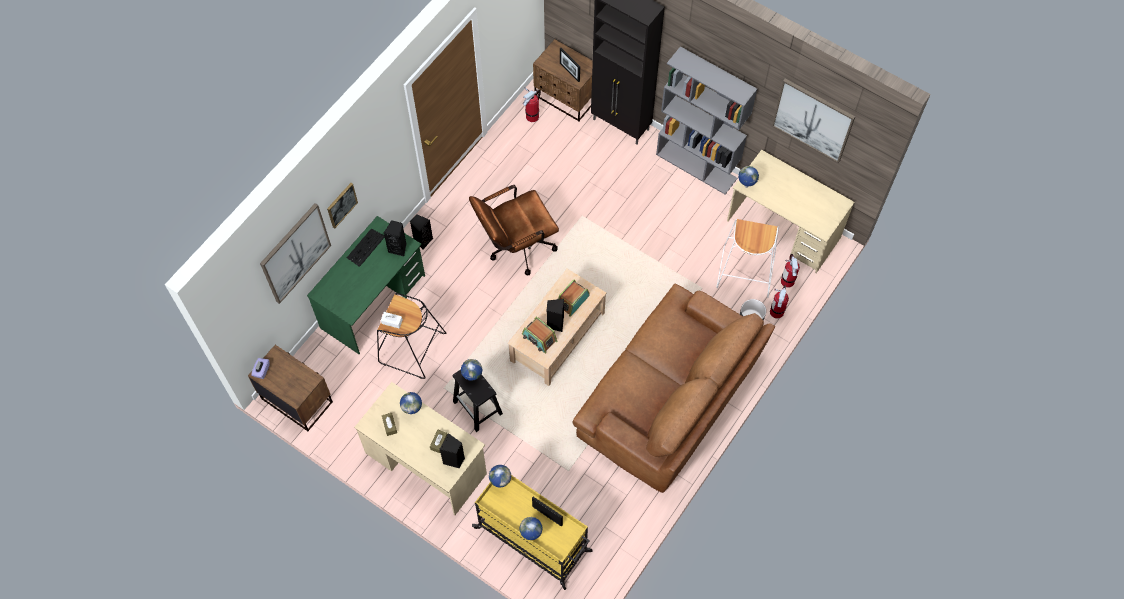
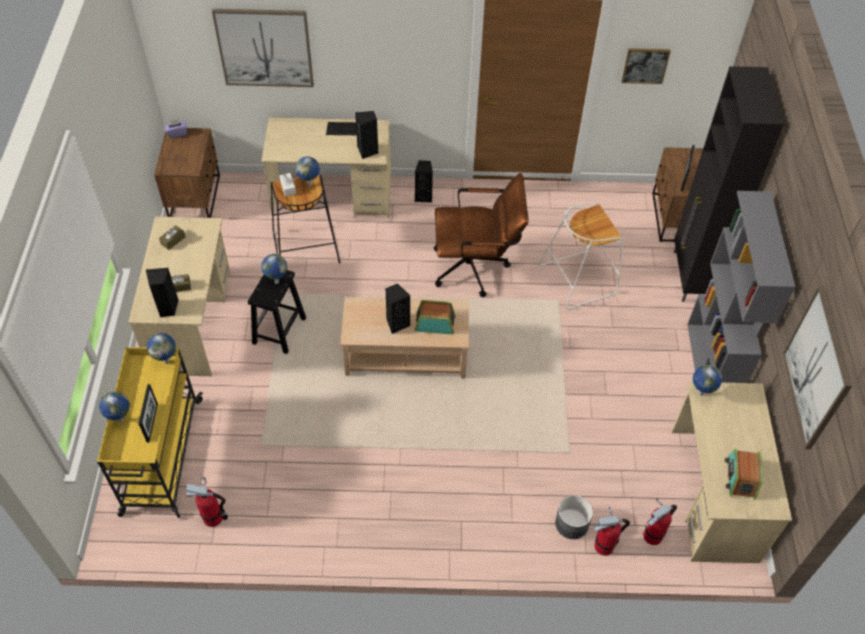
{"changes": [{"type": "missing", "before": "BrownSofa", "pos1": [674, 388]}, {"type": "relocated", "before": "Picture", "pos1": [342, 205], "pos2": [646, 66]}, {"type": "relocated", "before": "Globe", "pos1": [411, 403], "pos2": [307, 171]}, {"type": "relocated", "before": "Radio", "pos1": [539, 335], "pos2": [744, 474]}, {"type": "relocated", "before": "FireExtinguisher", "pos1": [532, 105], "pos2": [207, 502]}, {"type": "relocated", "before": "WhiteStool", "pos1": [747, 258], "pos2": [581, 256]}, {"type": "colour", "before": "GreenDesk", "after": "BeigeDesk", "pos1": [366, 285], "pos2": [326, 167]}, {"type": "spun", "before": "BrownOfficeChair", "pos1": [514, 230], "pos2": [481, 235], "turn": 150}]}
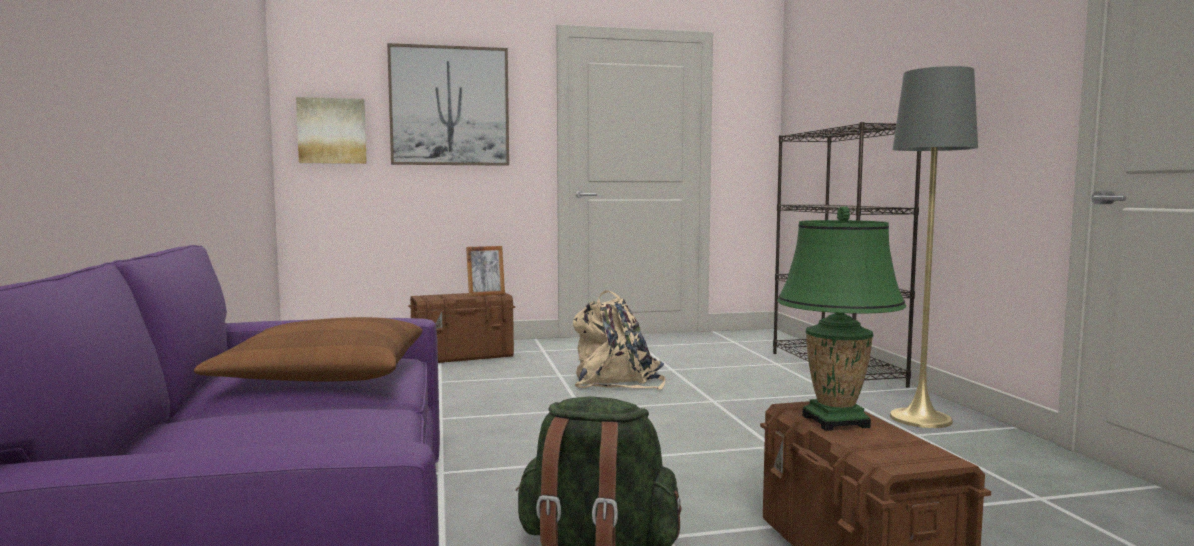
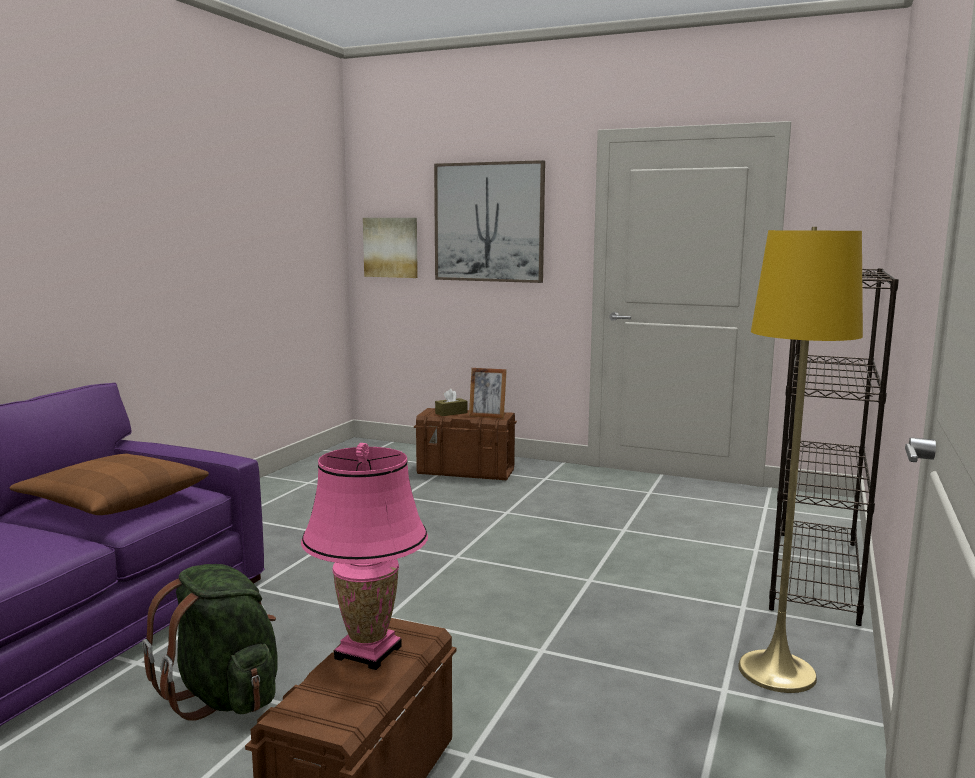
{"changes": [{"type": "missing", "before": "BeigeBackpack", "pos1": [619, 340]}, {"type": "appeared", "after": "BrownTissueBox", "pos2": [451, 402]}, {"type": "colour", "before": "GreenTableLamp", "after": "PinkTableLamp", "pos1": [841, 318], "pos2": [364, 556]}, {"type": "colour", "before": "GreyFloorLamp", "after": "YellowFloorLamp", "pos1": [934, 247], "pos2": [800, 460]}]}
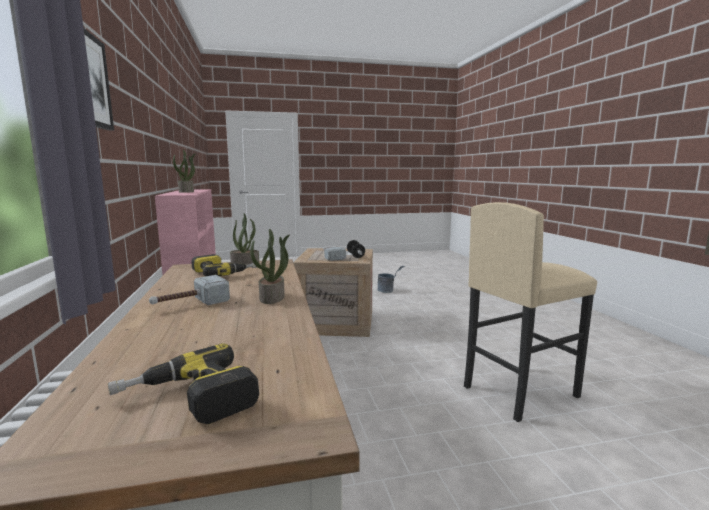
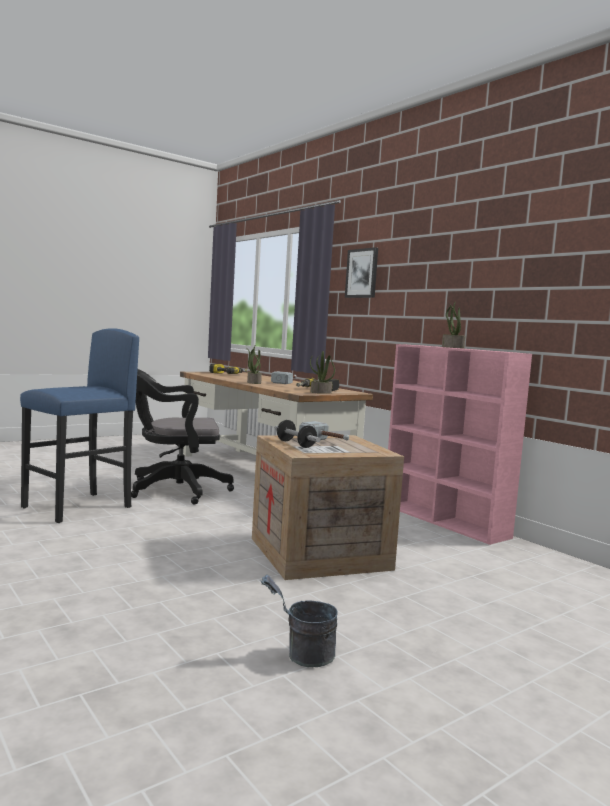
{"changes": [{"type": "appeared", "after": "BlackOfficeChair", "pos2": [182, 437]}, {"type": "colour", "before": "BeigeStool", "after": "BlueStool", "pos1": [530, 312], "pos2": [79, 425]}]}
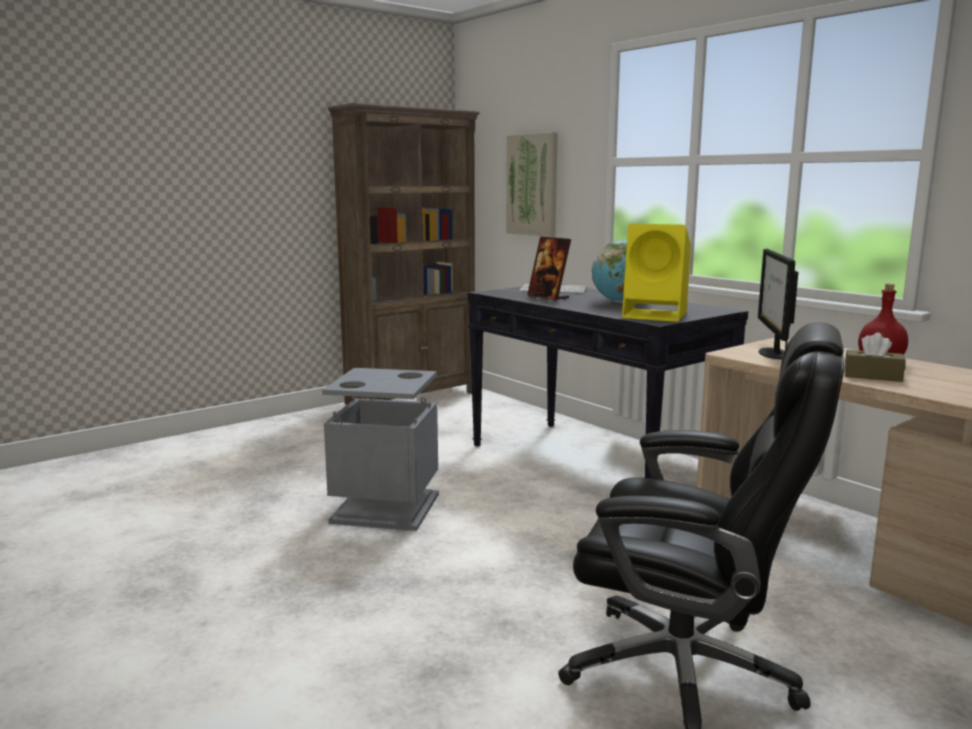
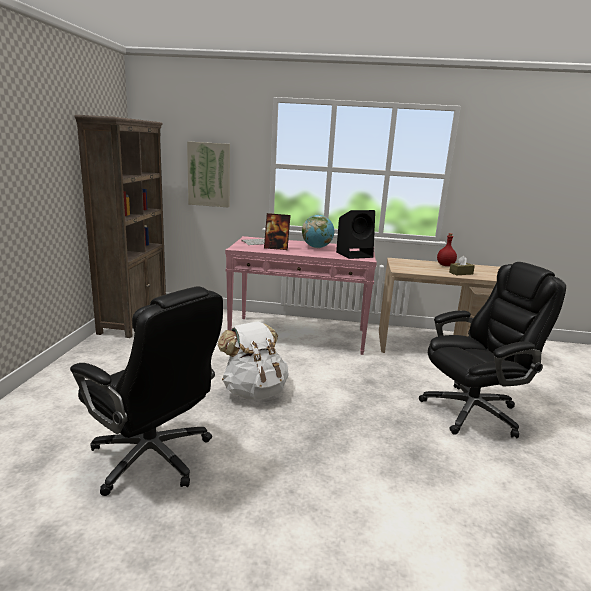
{"changes": [{"type": "missing", "before": "Monitor", "pos1": [778, 304]}, {"type": "appeared", "after": "BlackOfficeChair", "pos2": [146, 391]}, {"type": "exchanged", "before": "GreyTrashCan", "after": "WhiteBackpack", "pos1": [380, 449], "pos2": [253, 360]}, {"type": "colour", "before": "BlackConsoleTable", "after": "PinkConsoleTable", "pos1": [608, 381], "pos2": [301, 295]}, {"type": "colour", "before": "YellowSpeaker", "after": "BlackSpeaker", "pos1": [656, 273], "pos2": [355, 234]}]}
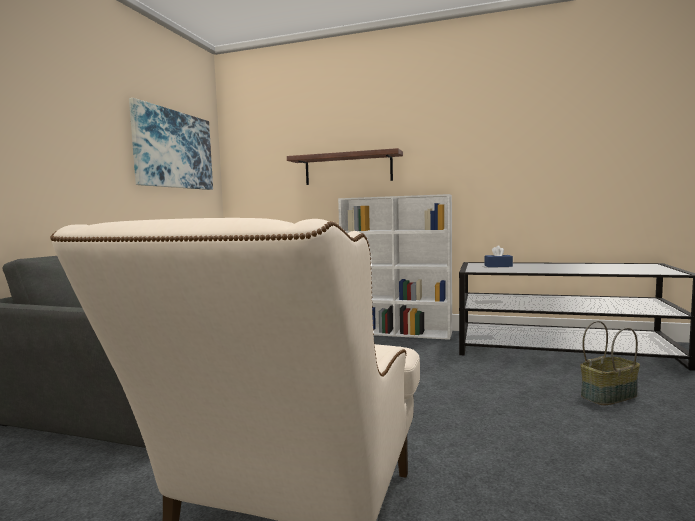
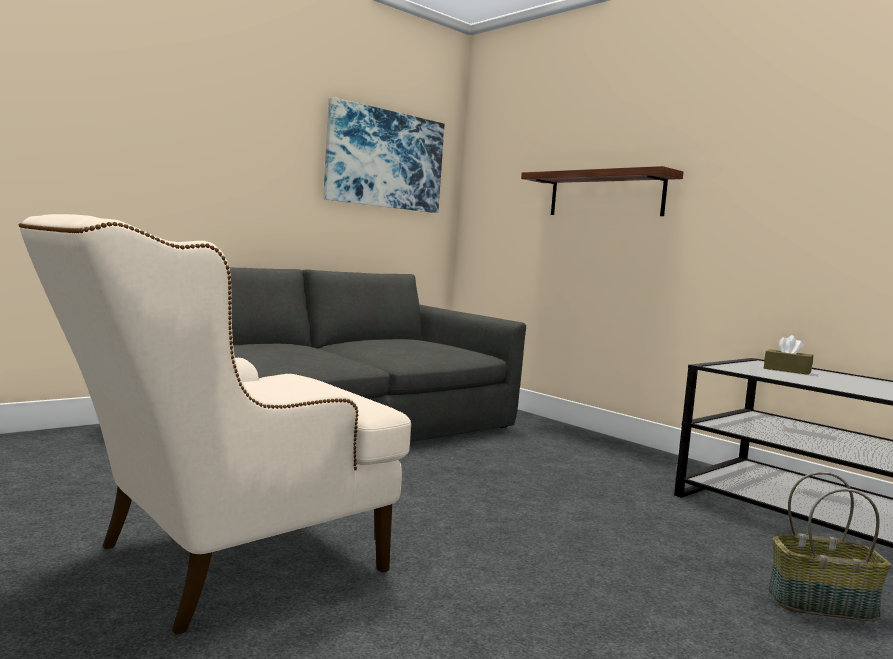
{"changes": [{"type": "missing", "before": "WhiteBookcase", "pos1": [395, 267]}, {"type": "colour", "before": "BlueTissueBox", "after": "BrownTissueBox", "pos1": [499, 256], "pos2": [788, 355]}]}
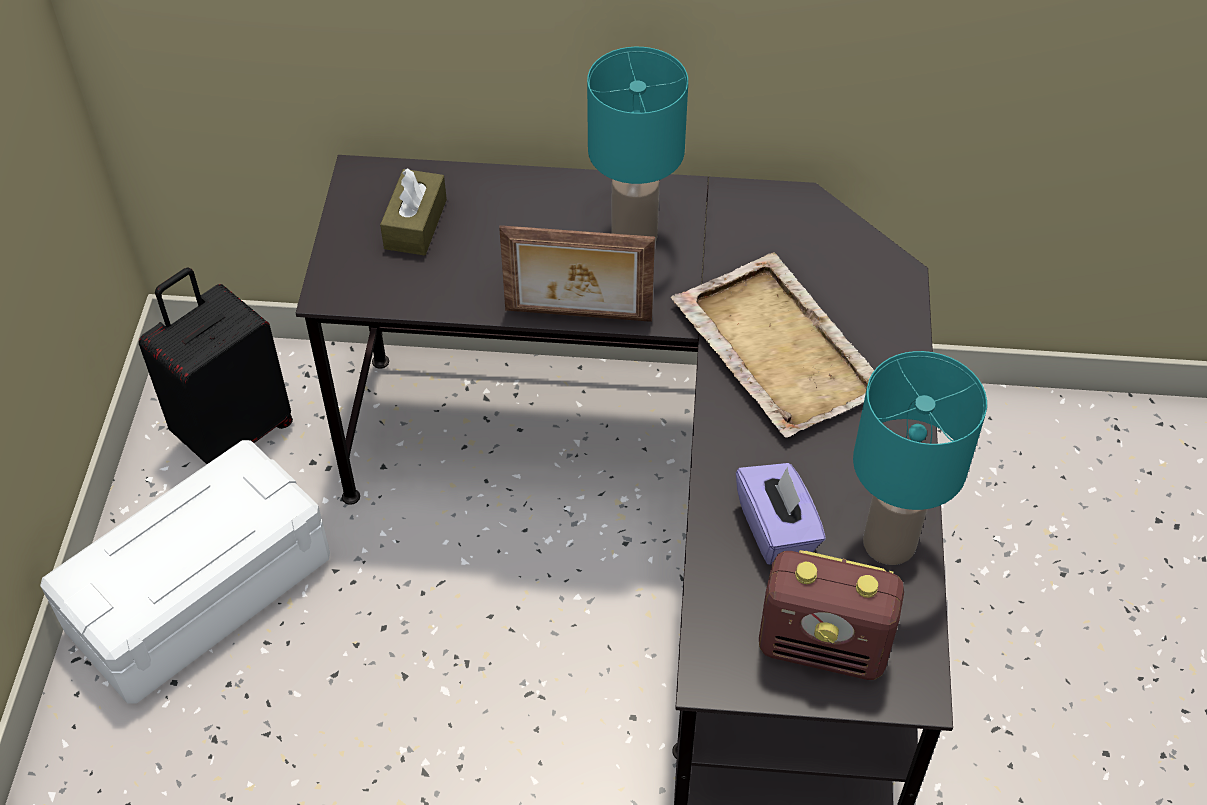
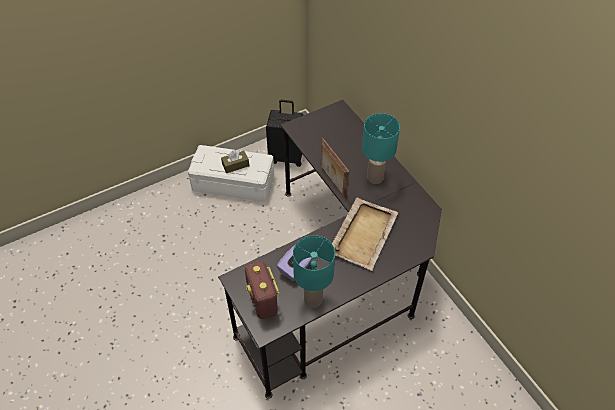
{"changes": [{"type": "relocated", "before": "BrownTissueBox", "pos1": [413, 211], "pos2": [235, 161]}]}
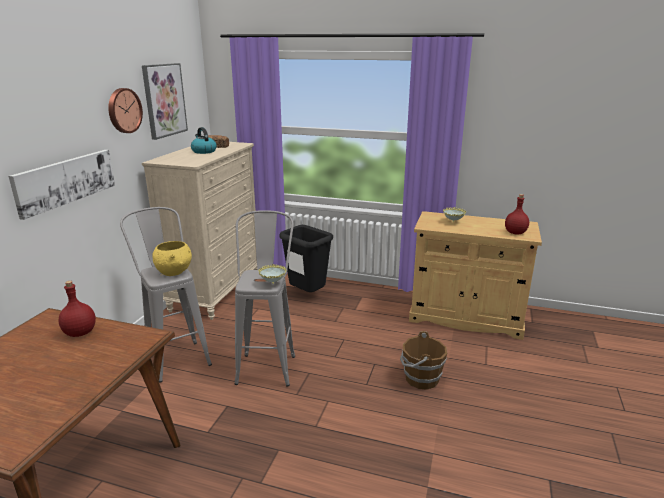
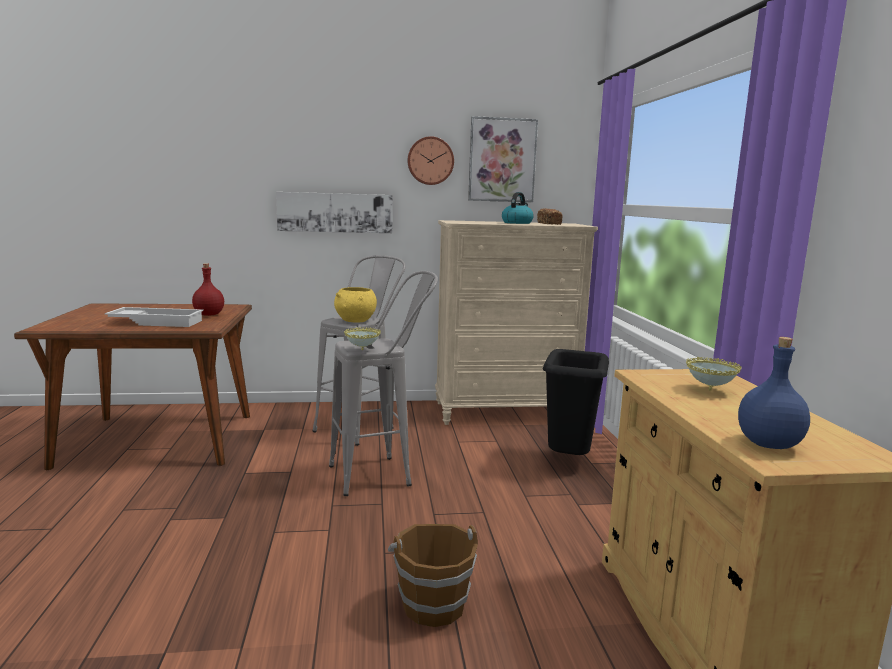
{"changes": [{"type": "appeared", "after": "WhiteTray", "pos2": [154, 317]}, {"type": "colour", "before": "RedBottle", "after": "BlueBottle", "pos1": [517, 214], "pos2": [774, 393]}]}
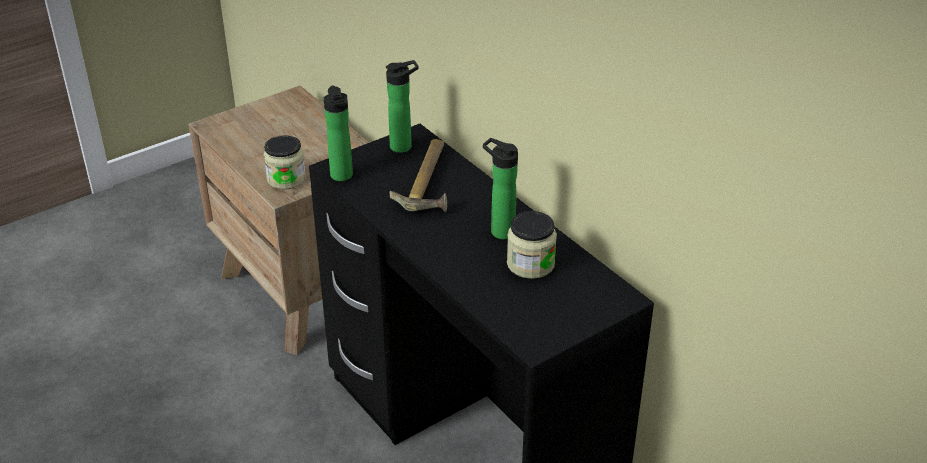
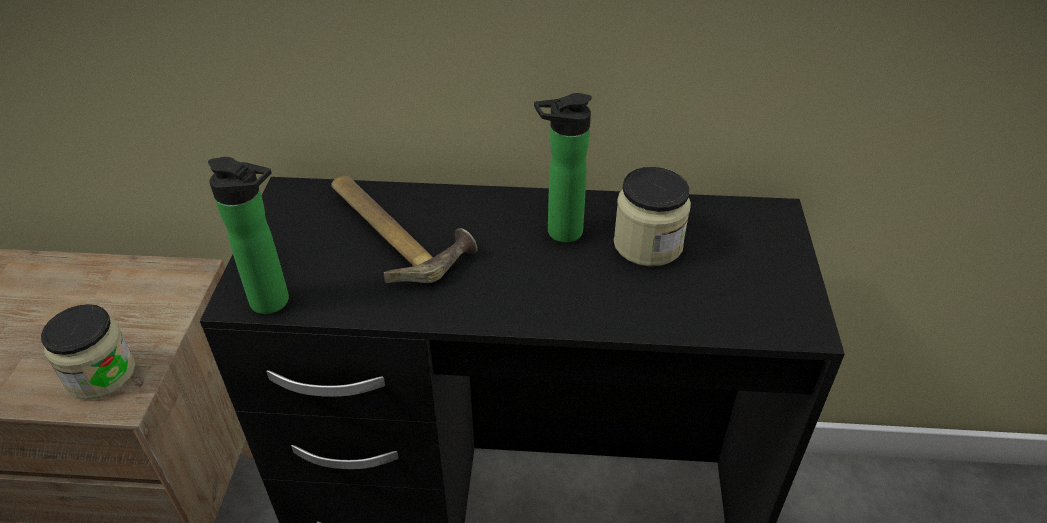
{"changes": [{"type": "missing", "before": "Bottle", "pos1": [402, 106]}]}
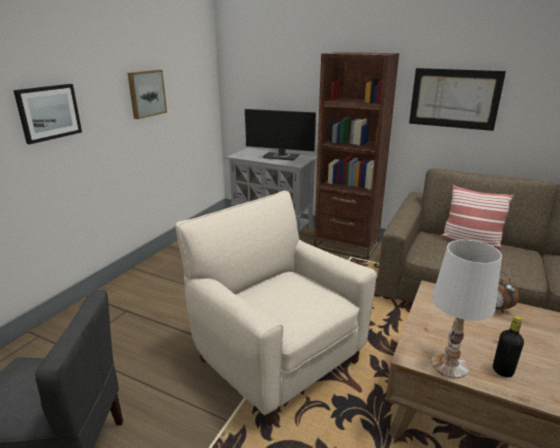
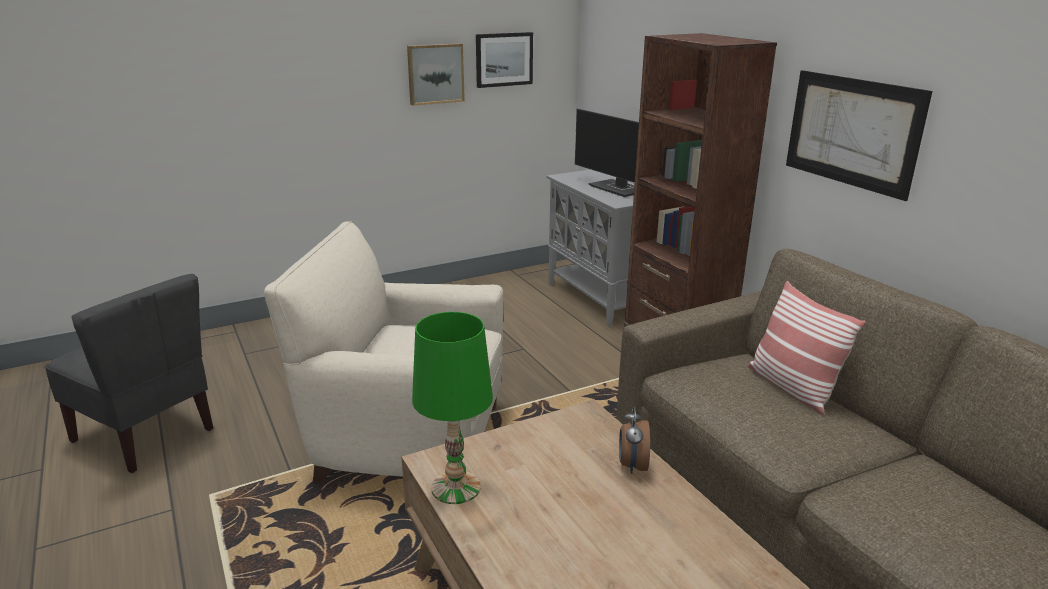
{"changes": [{"type": "missing", "before": "BlackBottle", "pos1": [508, 346]}, {"type": "relocated", "before": "Picture", "pos1": [47, 114], "pos2": [504, 60]}, {"type": "colour", "before": "WhiteTableLamp", "after": "GreenTableLamp", "pos1": [466, 309], "pos2": [452, 408]}, {"type": "spun", "before": "BeigeArmchair", "pos1": [276, 308], "pos2": [383, 352], "turn": -75}]}
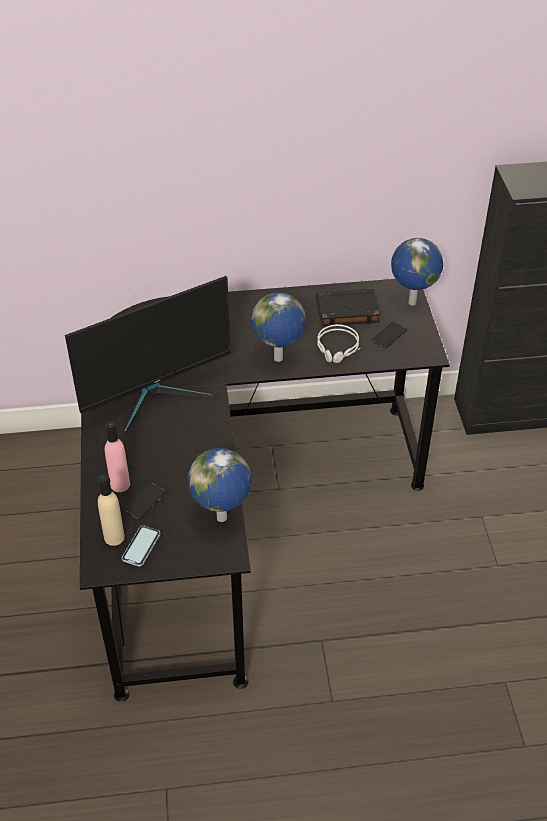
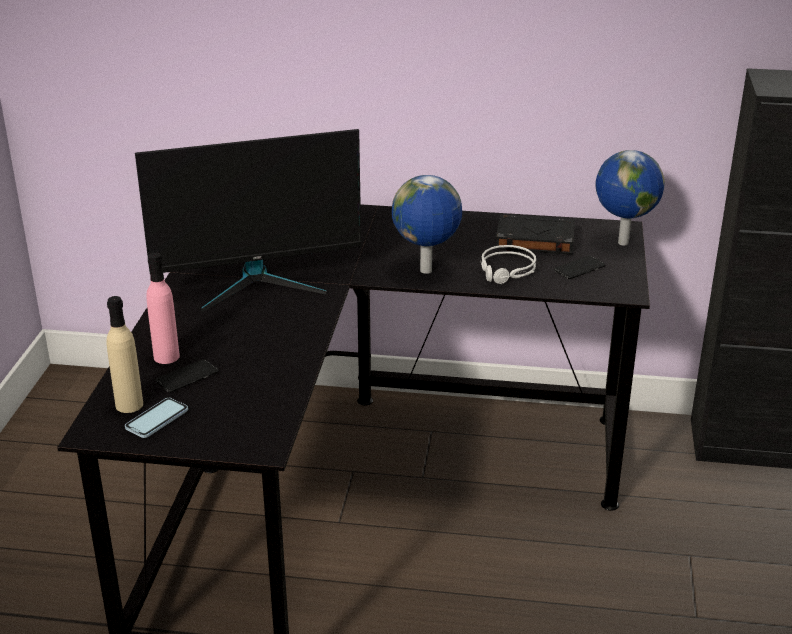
{"changes": [{"type": "missing", "before": "Globe", "pos1": [220, 485]}]}
